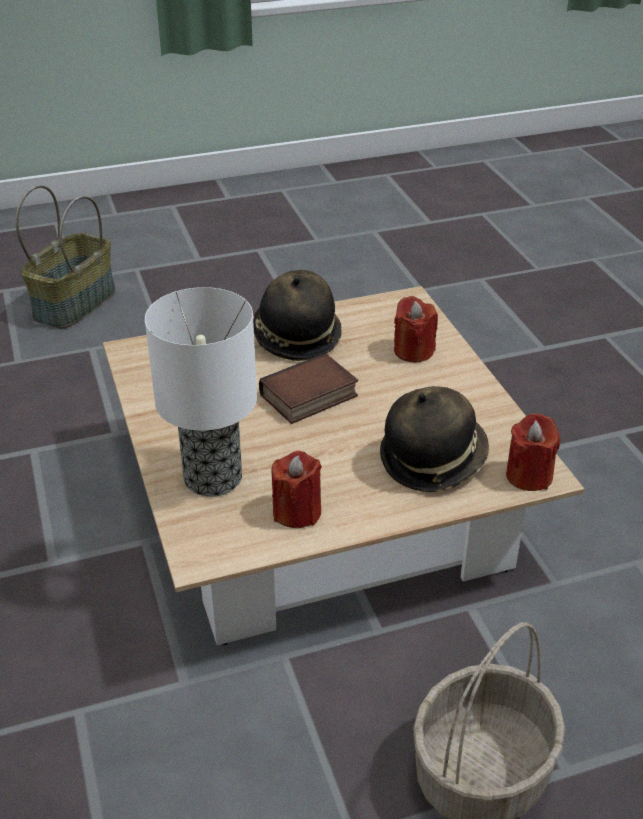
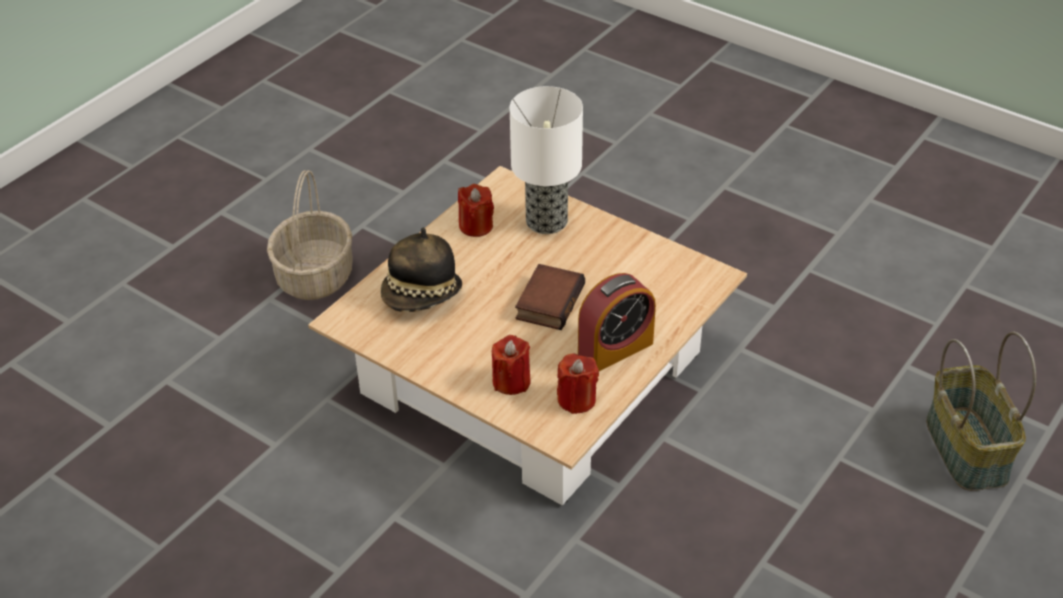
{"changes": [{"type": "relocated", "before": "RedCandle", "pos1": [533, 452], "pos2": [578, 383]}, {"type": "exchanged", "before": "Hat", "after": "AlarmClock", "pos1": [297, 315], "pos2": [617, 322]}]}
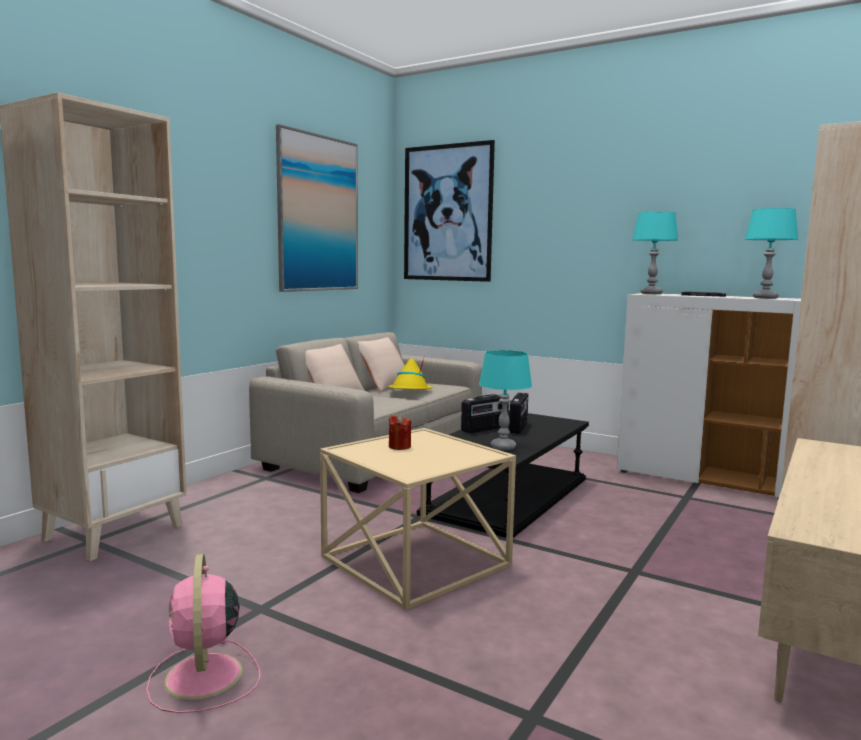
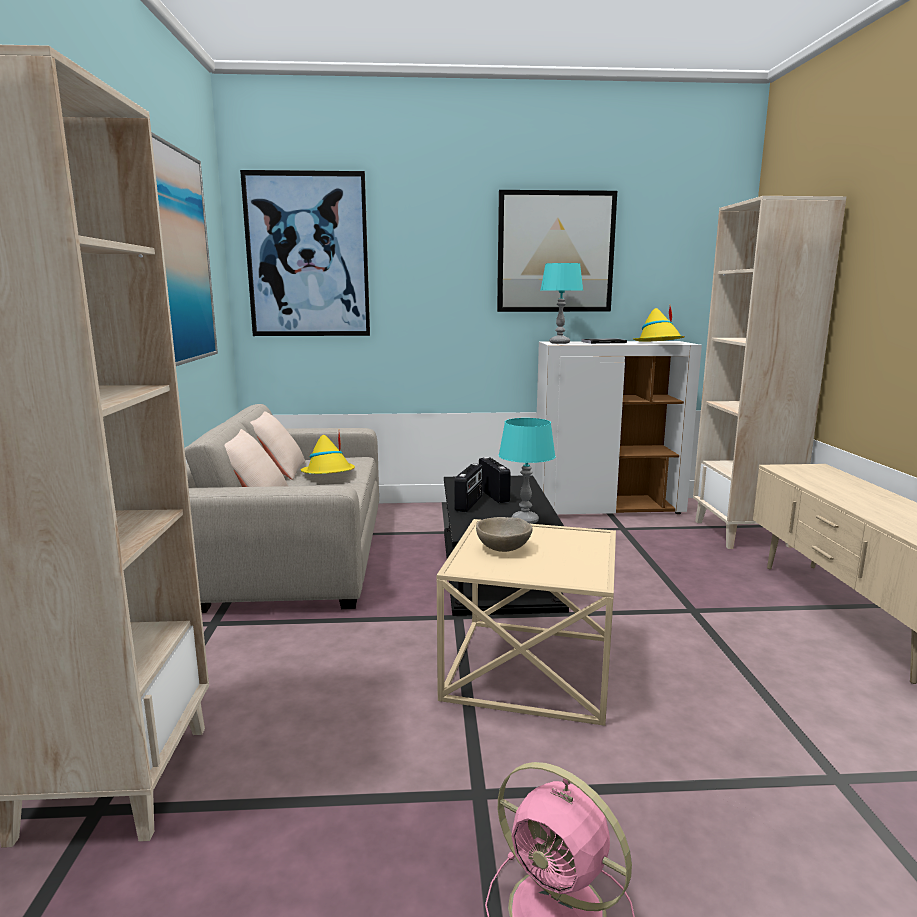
{"changes": [{"type": "appeared", "after": "Picture", "pos2": [557, 251]}, {"type": "exchanged", "before": "RedCandle", "after": "BeigeBowl", "pos1": [400, 432], "pos2": [504, 534]}, {"type": "exchanged", "before": "TurquoiseTableLamp", "after": "YellowHat", "pos1": [771, 253], "pos2": [659, 324]}]}
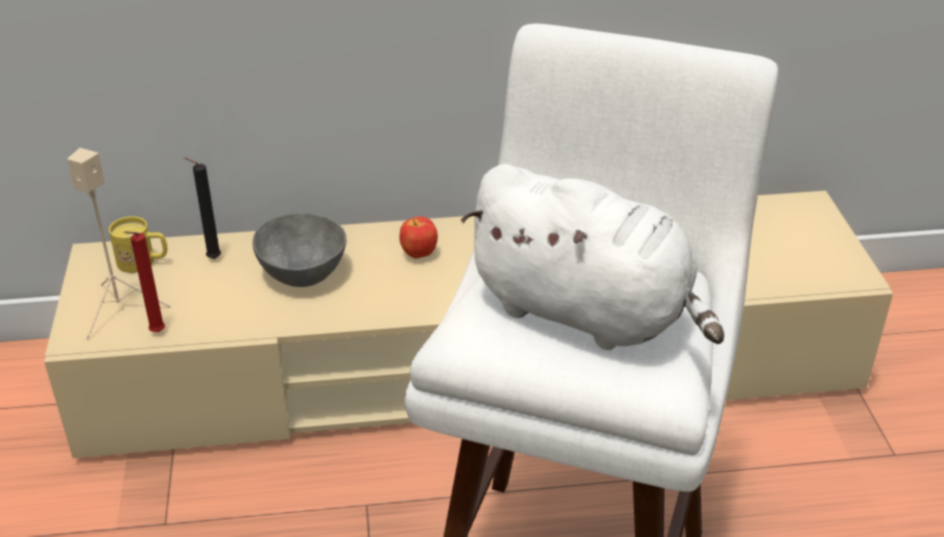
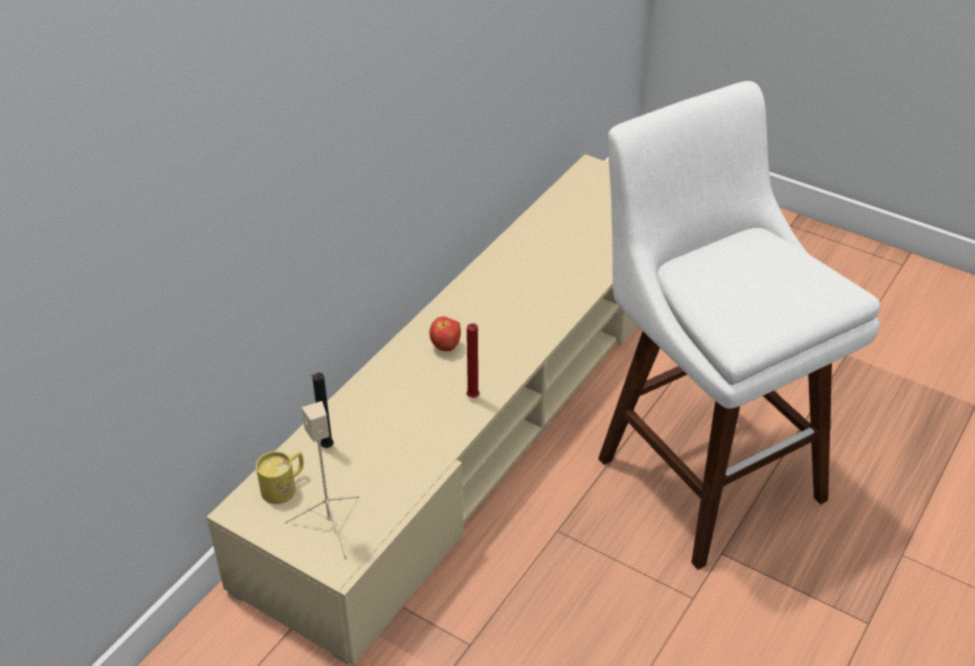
{"changes": [{"type": "missing", "before": "GreyBowl", "pos1": [299, 250]}, {"type": "missing", "before": "WhitePlushToy", "pos1": [592, 257]}, {"type": "relocated", "before": "RedCandle", "pos1": [144, 281], "pos2": [473, 360]}]}
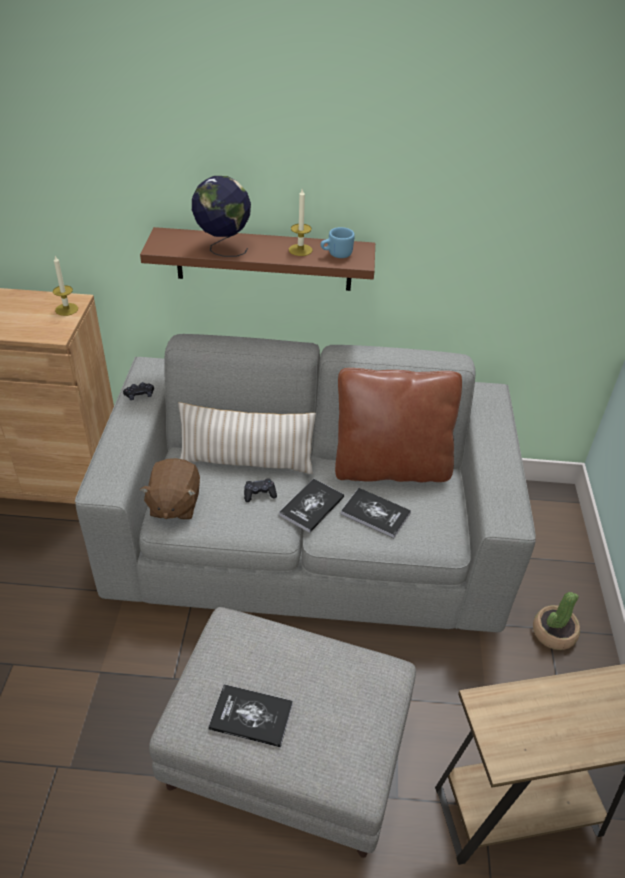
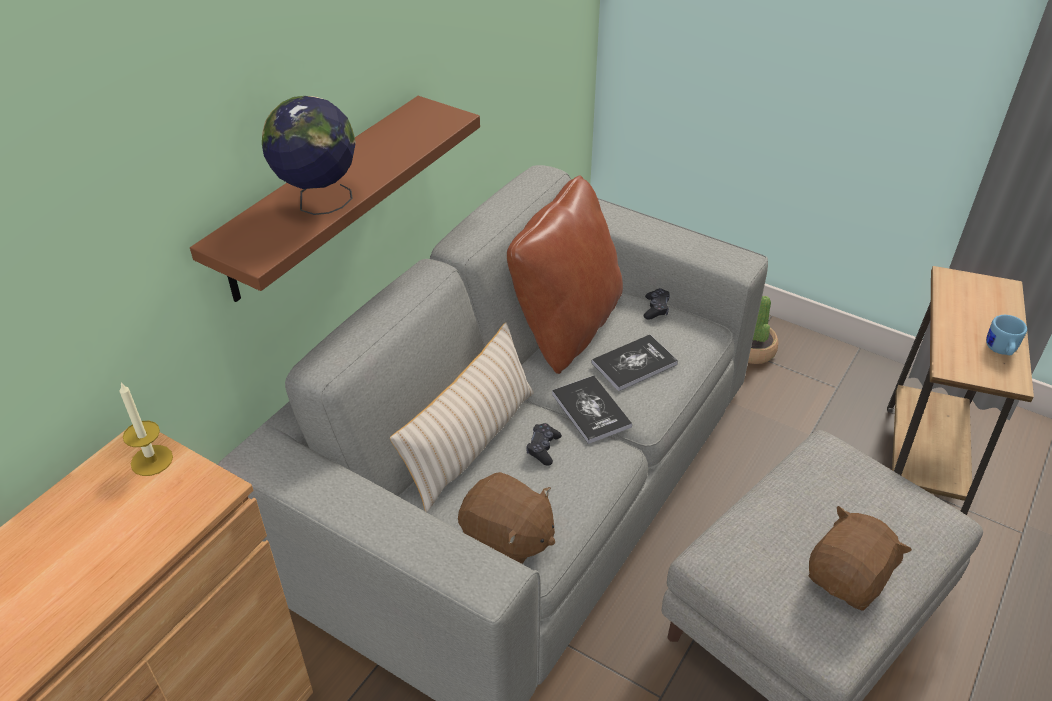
{"changes": [{"type": "missing", "before": "Candle", "pos1": [300, 222]}, {"type": "relocated", "before": "BlackGameController", "pos1": [138, 391], "pos2": [657, 304]}, {"type": "relocated", "before": "BlueMug", "pos1": [338, 242], "pos2": [1006, 335]}, {"type": "exchanged", "before": "Book", "after": "BrownPlushToy", "pos1": [250, 715], "pos2": [860, 558]}]}
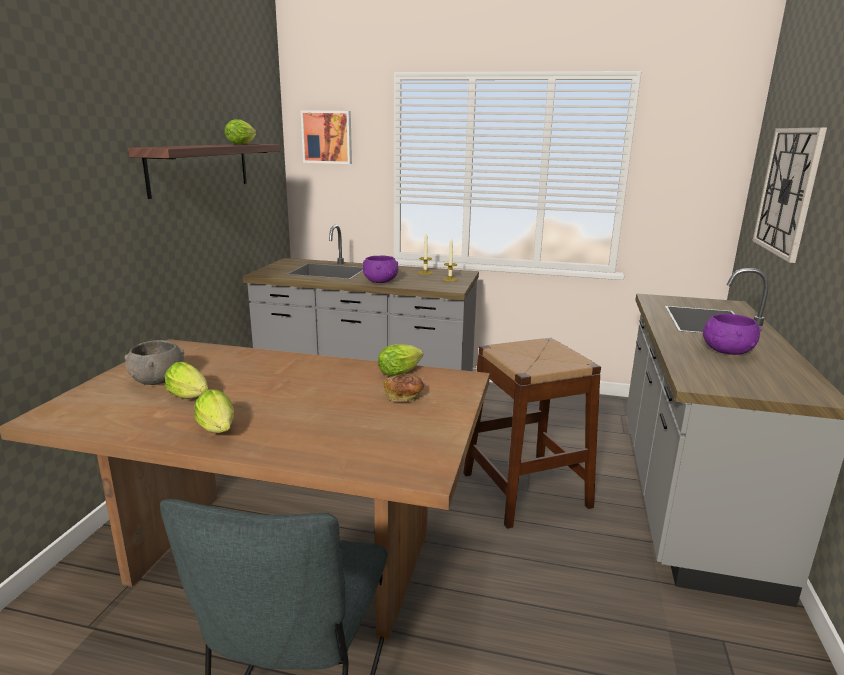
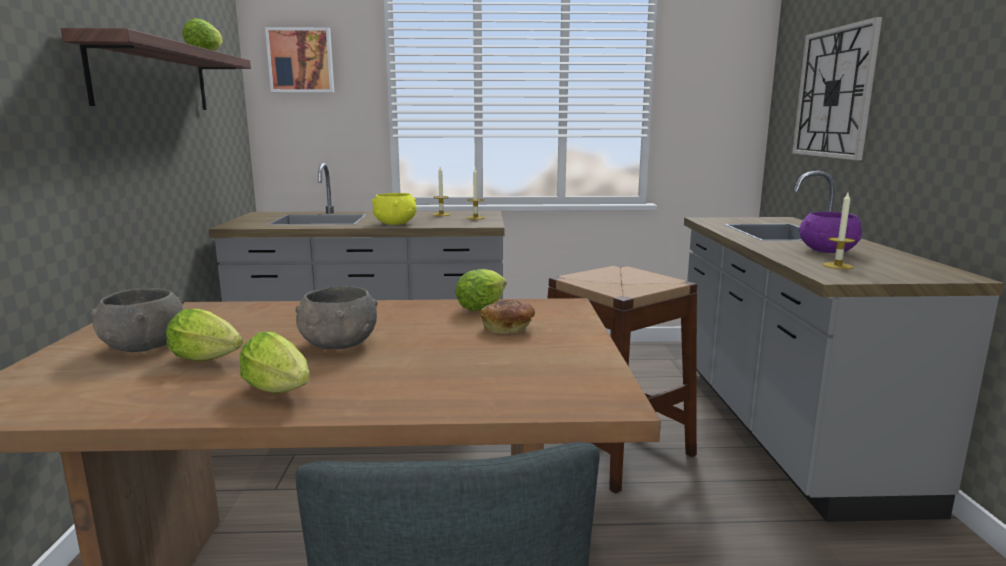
{"changes": [{"type": "appeared", "after": "GreyBowl", "pos2": [336, 317]}, {"type": "appeared", "after": "Candle", "pos2": [838, 231]}, {"type": "colour", "before": "PurpleBowl", "after": "YellowBowl", "pos1": [380, 269], "pos2": [394, 209]}]}
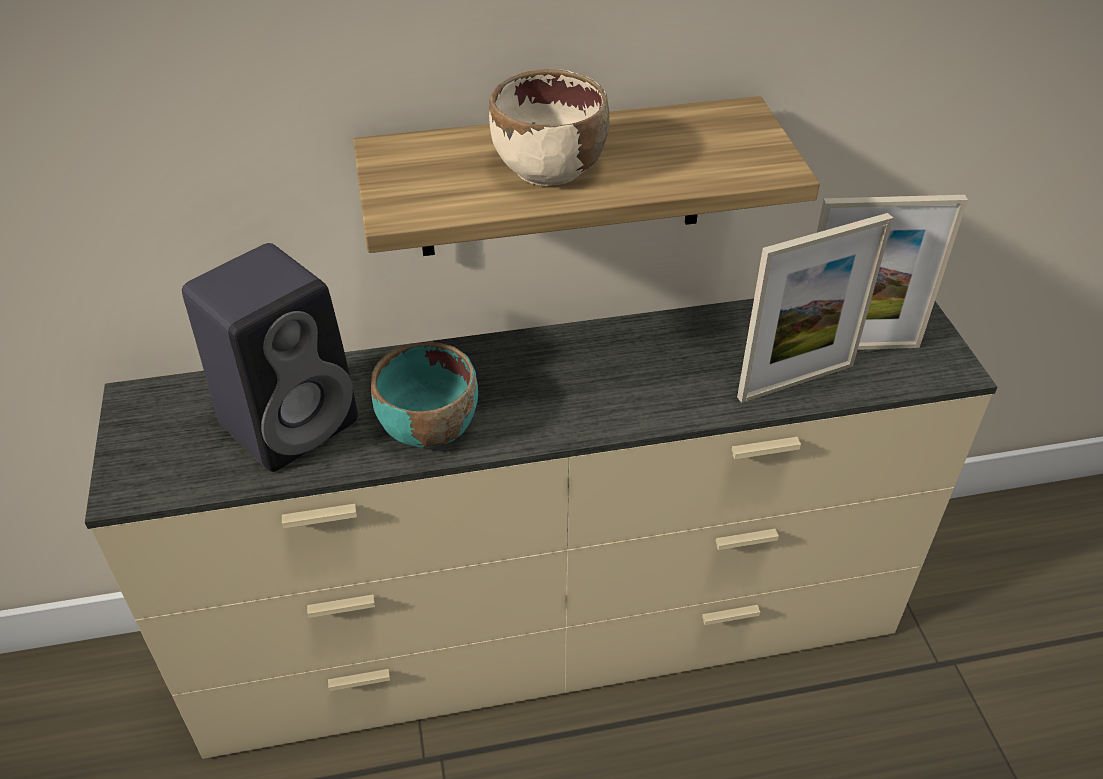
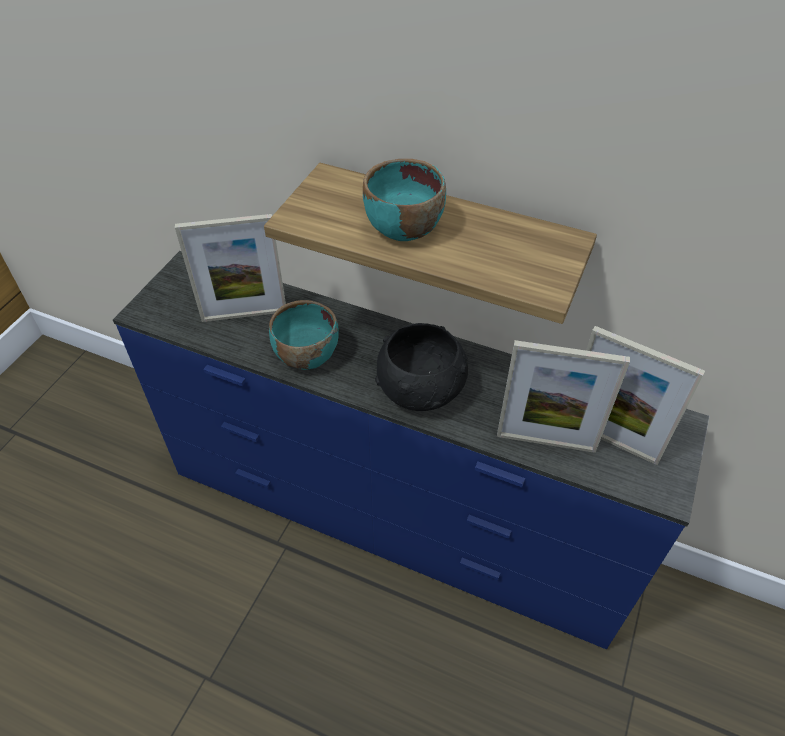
{"changes": [{"type": "appeared", "after": "BlackBowl", "pos2": [421, 367]}, {"type": "exchanged", "before": "BlackSpeaker", "after": "PictureFrame", "pos1": [270, 357], "pos2": [230, 268]}, {"type": "colour", "before": "BeigeDresser", "after": "BlueDresser", "pos1": [541, 529], "pos2": [411, 450]}, {"type": "colour", "before": "BeigeBowl", "after": "TurquoiseBowl", "pos1": [549, 127], "pos2": [404, 200]}]}
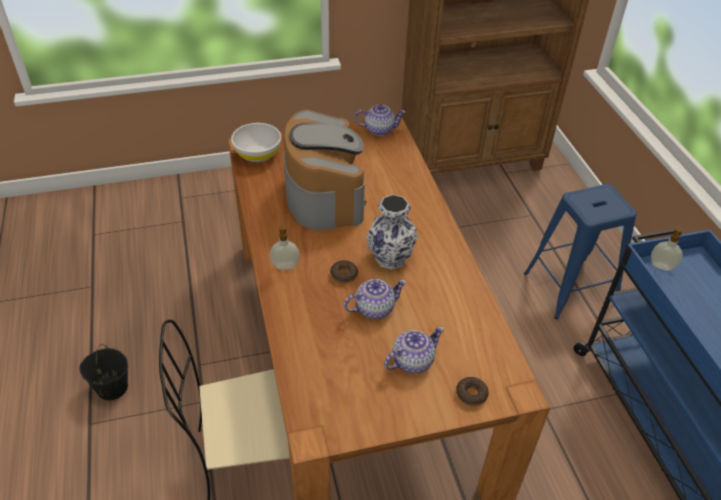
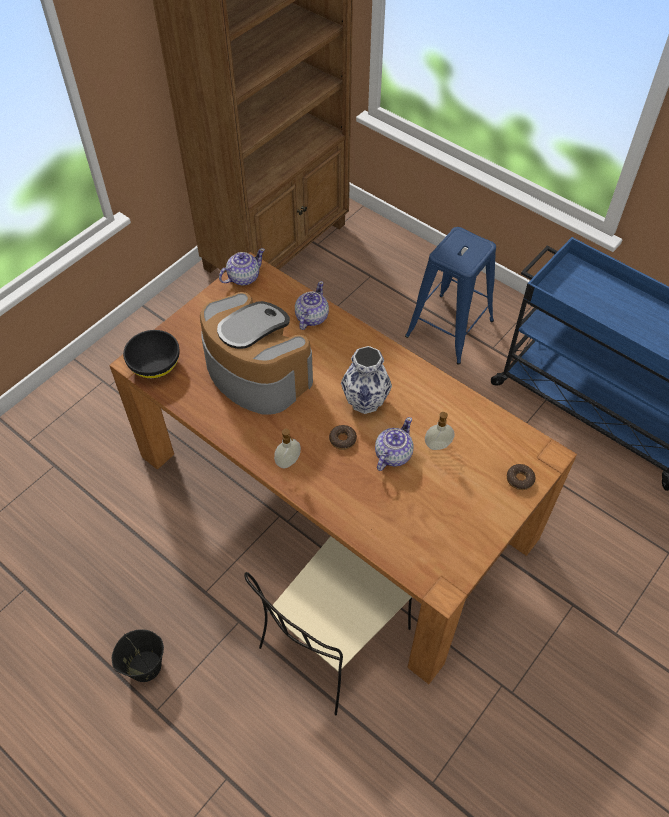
{"changes": [{"type": "relocated", "before": "Teapot", "pos1": [414, 349], "pos2": [312, 305]}, {"type": "relocated", "before": "SoapDispenser", "pos1": [667, 249], "pos2": [439, 431]}, {"type": "colour", "before": "WhiteBowl", "after": "BlackBowl", "pos1": [256, 142], "pos2": [151, 354]}]}
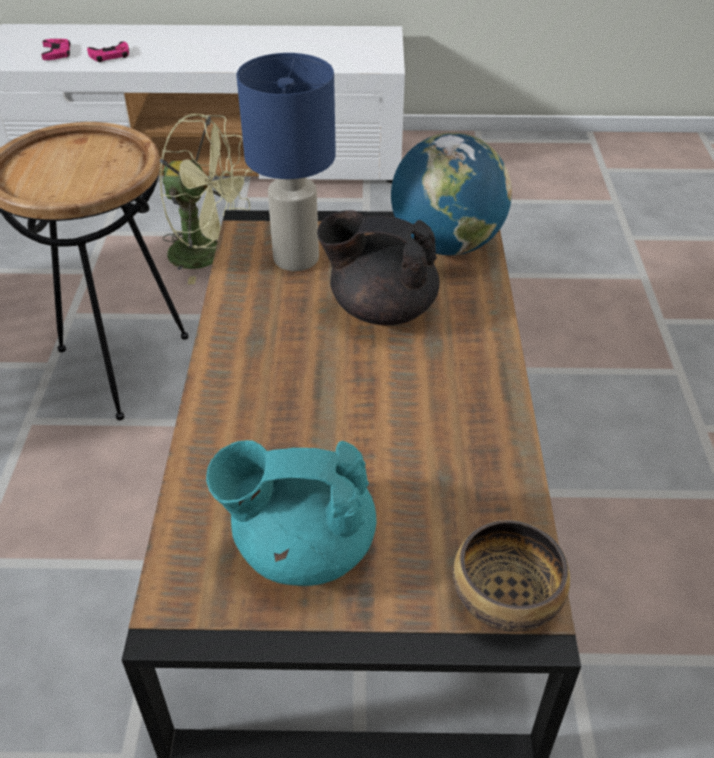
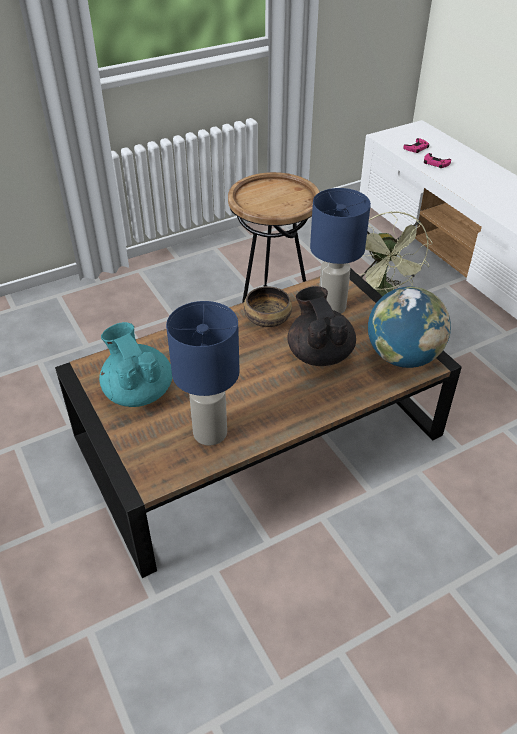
{"changes": [{"type": "appeared", "after": "BlueTableLamp", "pos2": [203, 373]}, {"type": "relocated", "before": "Bowl", "pos1": [511, 576], "pos2": [268, 307]}]}
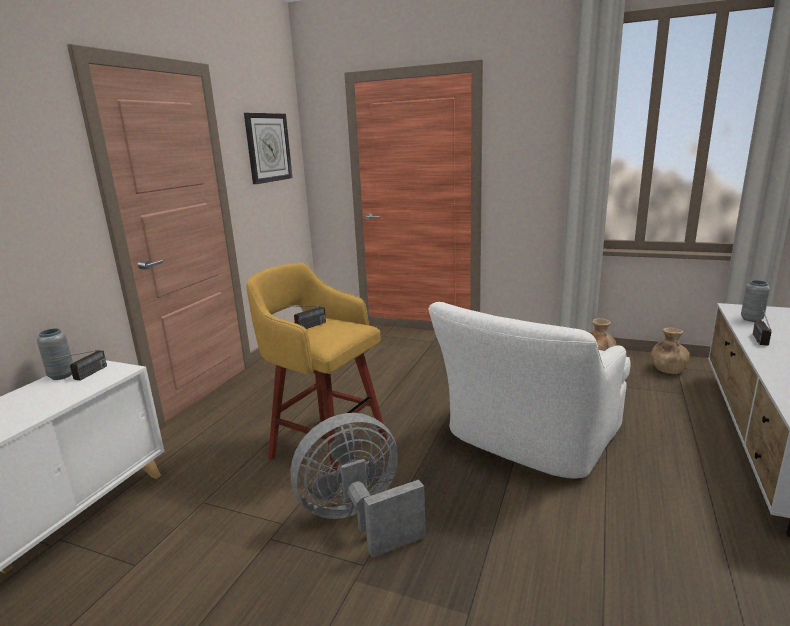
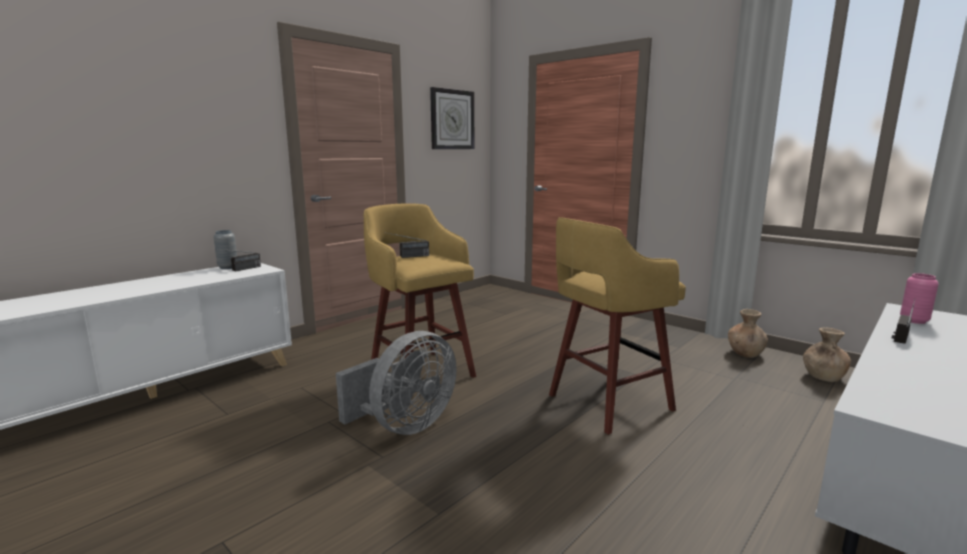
{"changes": [{"type": "exchanged", "before": "WhiteArmchair", "after": "YellowStool", "pos1": [529, 390], "pos2": [617, 326]}, {"type": "colour", "before": "GreyVase", "after": "PinkVase", "pos1": [755, 301], "pos2": [919, 298]}, {"type": "spun", "before": "GreyFan", "pos1": [358, 485], "pos2": [396, 383], "turn": 135}]}
